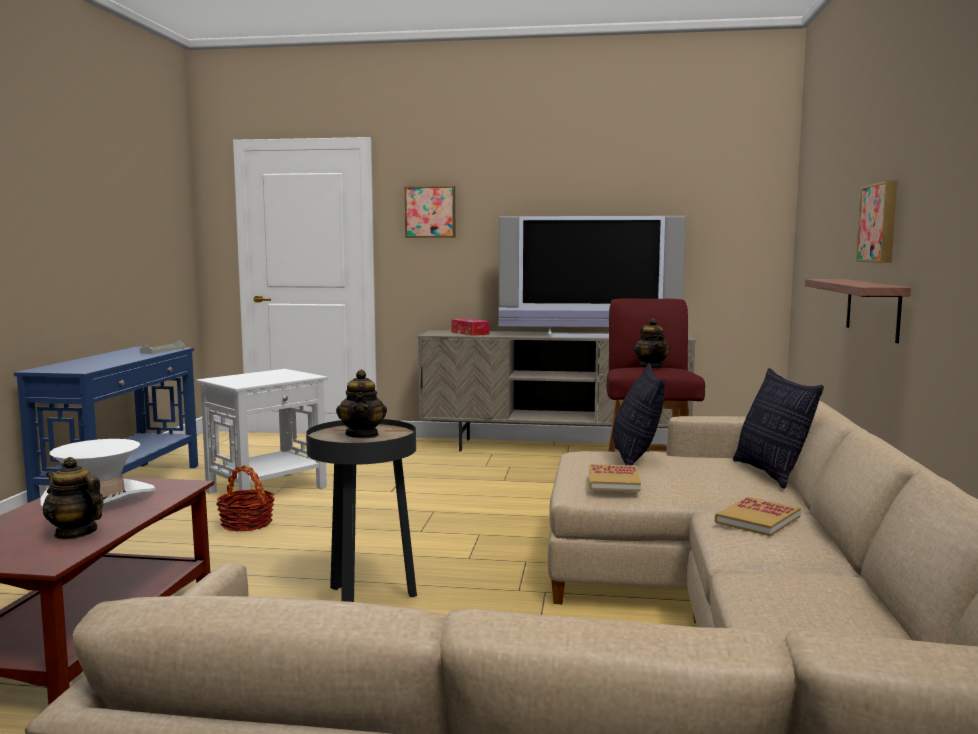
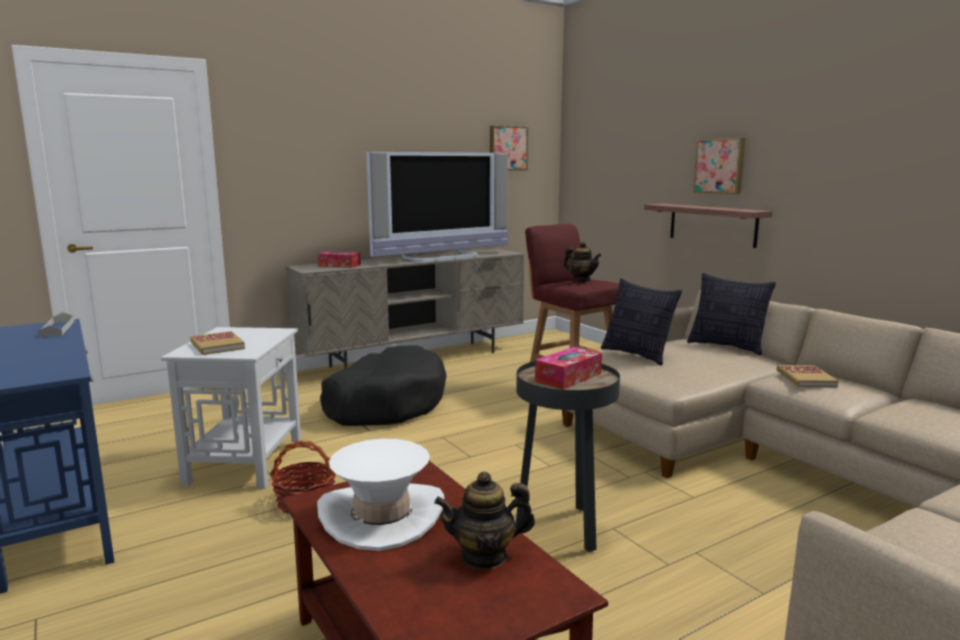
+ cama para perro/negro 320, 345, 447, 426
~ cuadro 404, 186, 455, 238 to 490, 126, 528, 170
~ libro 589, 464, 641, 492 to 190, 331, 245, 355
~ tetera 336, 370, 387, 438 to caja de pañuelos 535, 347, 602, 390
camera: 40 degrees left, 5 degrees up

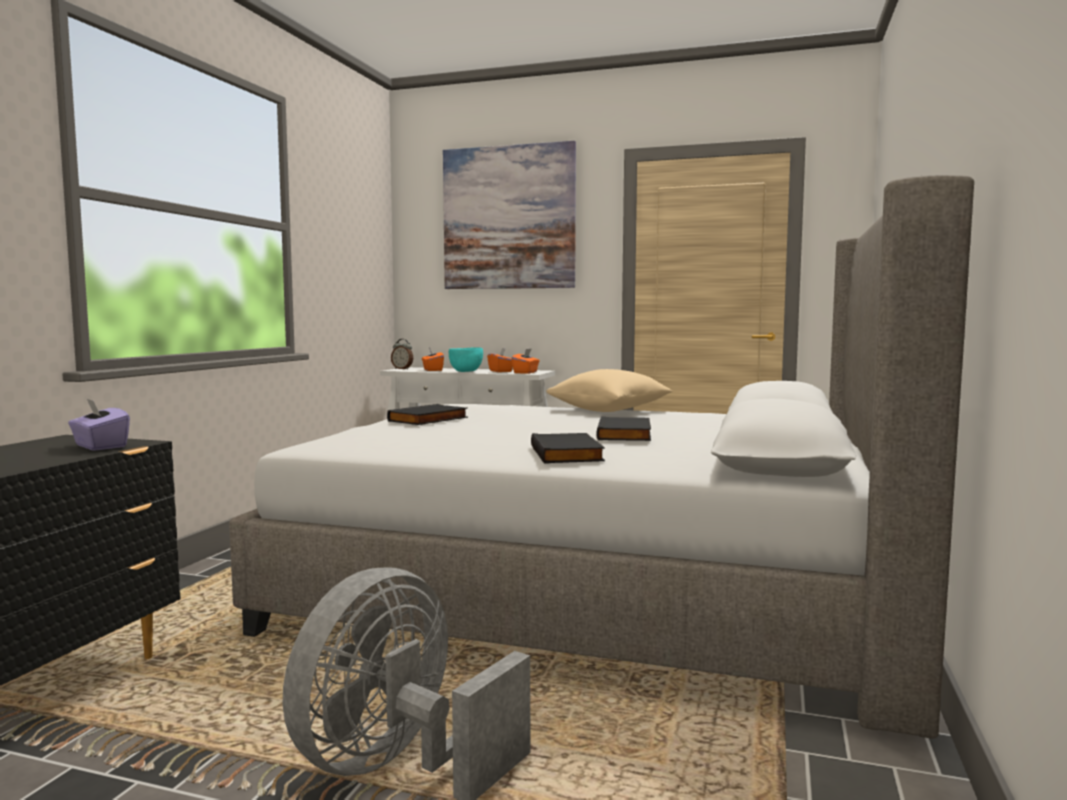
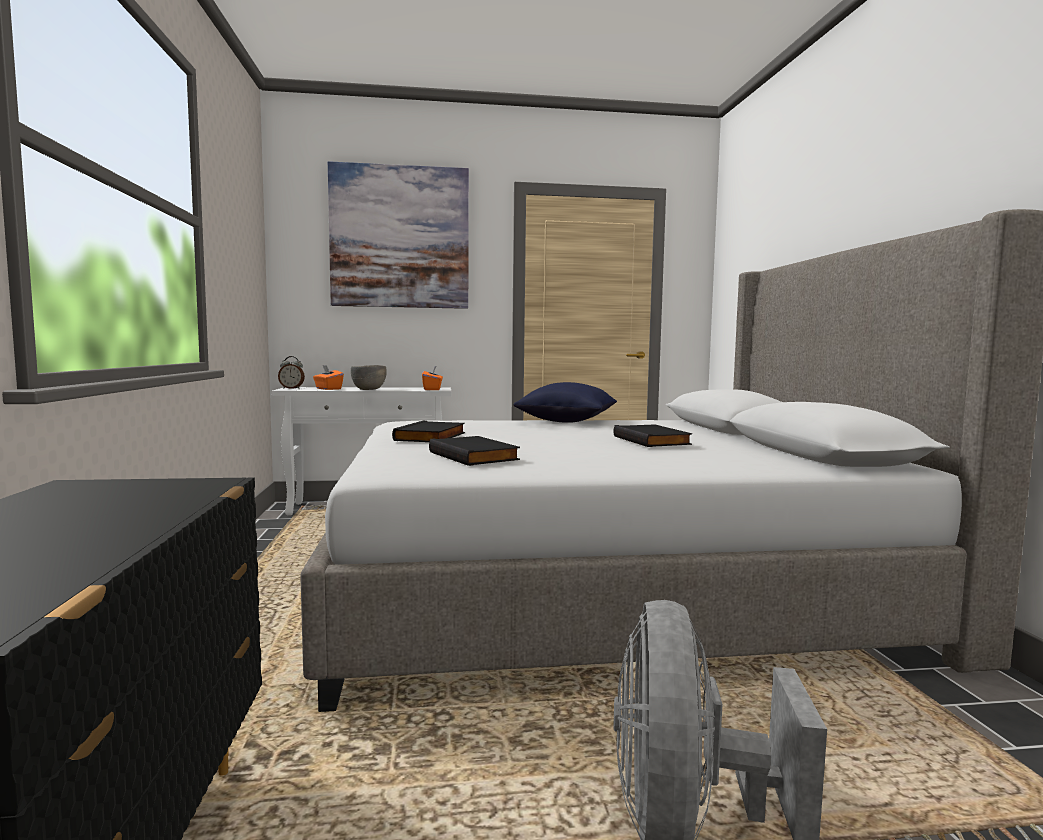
- caja de pañuelos/morado 68, 398, 130, 451
- caja de pañuelos/naranja 487, 348, 513, 372
~ libro/negro 531, 433, 605, 464 to 429, 436, 520, 466
~ cuenco/turquesa 449, 347, 483, 372 to cuenco/gris 351, 365, 387, 390
~ cojín/beis 546, 369, 672, 412 to cojín/azul 514, 382, 617, 423
camera: 25 degrees left, 0 degrees up

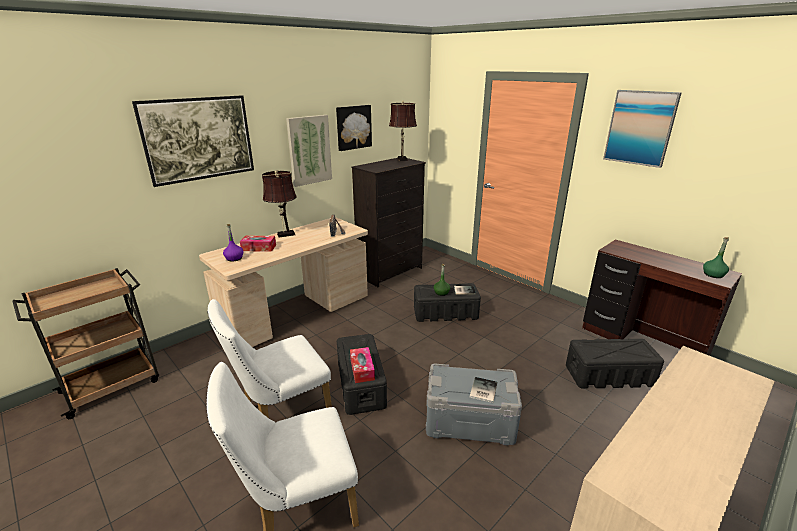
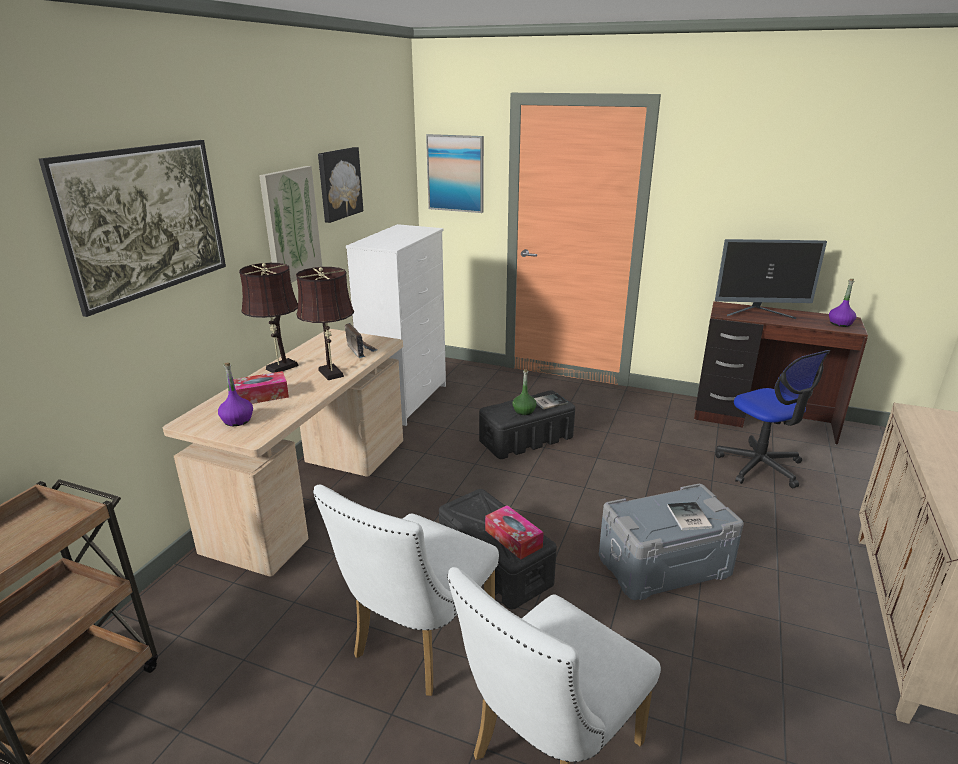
+ monitor 715, 239, 827, 319
~ lámpara de mesa/marrón 389, 101, 417, 161 to 296, 267, 354, 380
~ cuadro 603, 90, 682, 168 to 426, 134, 484, 213
~ caja de almacenaje/negro 566, 339, 664, 389 to silla de oficina 715, 350, 830, 488
~ cómoda/negro 352, 158, 426, 287 to cómoda/blanco 346, 224, 446, 426
~ botella/verde 703, 237, 729, 278 to botella/morado 829, 279, 856, 327
camera: 25 degrees left, 0 degrees up

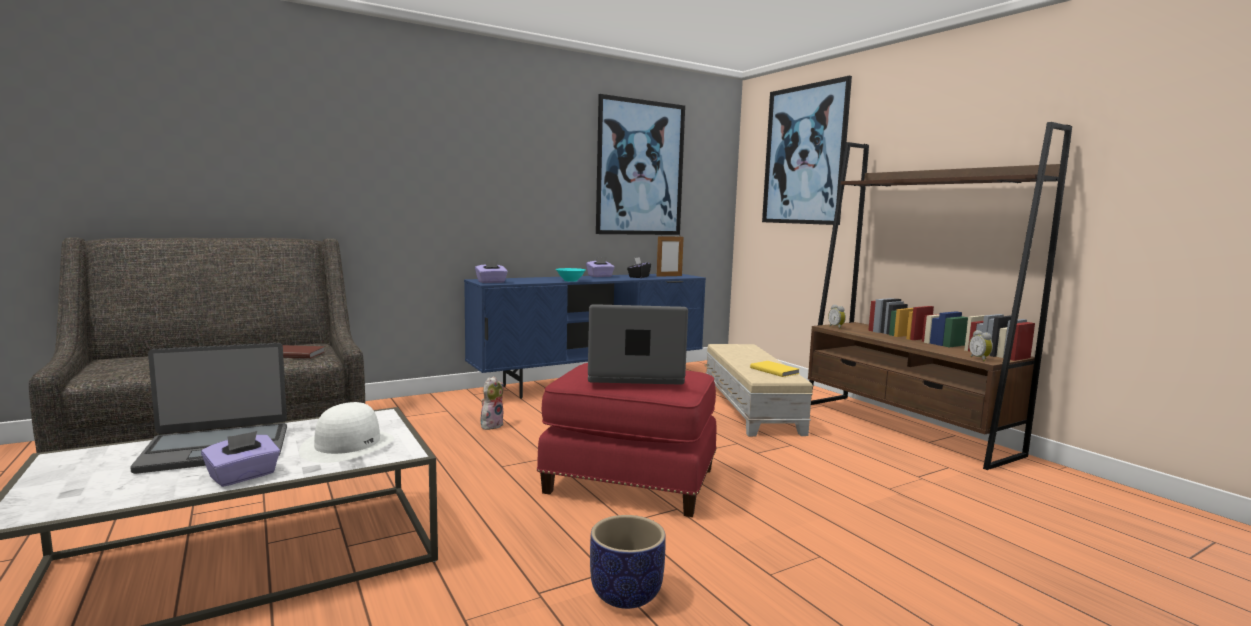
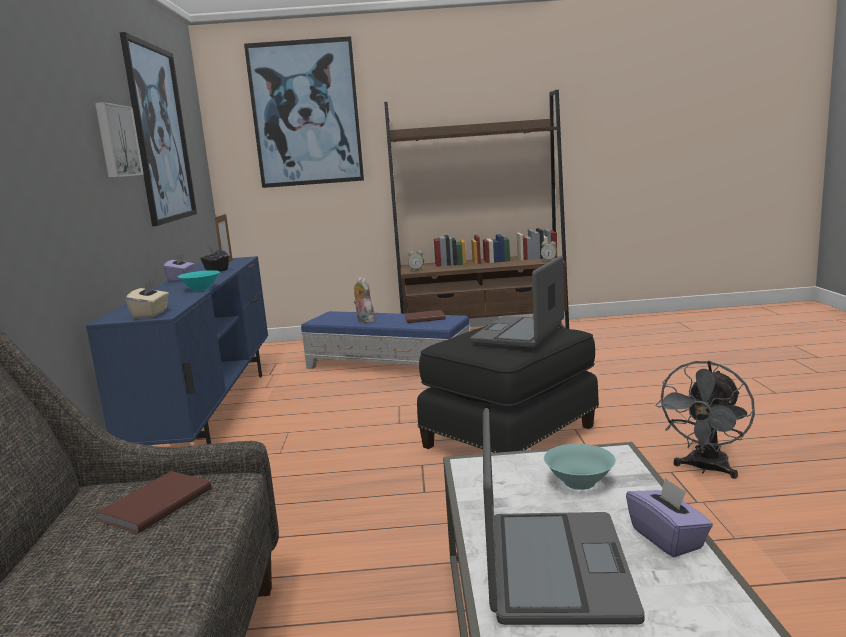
+ cuadro 95, 102, 144, 178
~ peluche 481, 376, 504, 430 to 354, 277, 375, 323
~ sombrero/blanco 299, 402, 394, 463 to cuenco/turquesa 544, 444, 616, 490
~ maceta 590, 515, 666, 609 to ventilador/gris 655, 361, 755, 479
~ caja de pañuelos/morado 475, 260, 508, 283 to caja de pañuelos/beis 126, 280, 169, 319
~ puf/rojo 536, 363, 716, 517 to puf/negro 417, 325, 599, 453
~ puf/beis 705, 344, 813, 437 to puf/azul 301, 311, 470, 369
~ libro/amarillo 750, 361, 800, 377 to libro/marrón 405, 310, 446, 323
camera: 60 degrees left, 5 degrees up

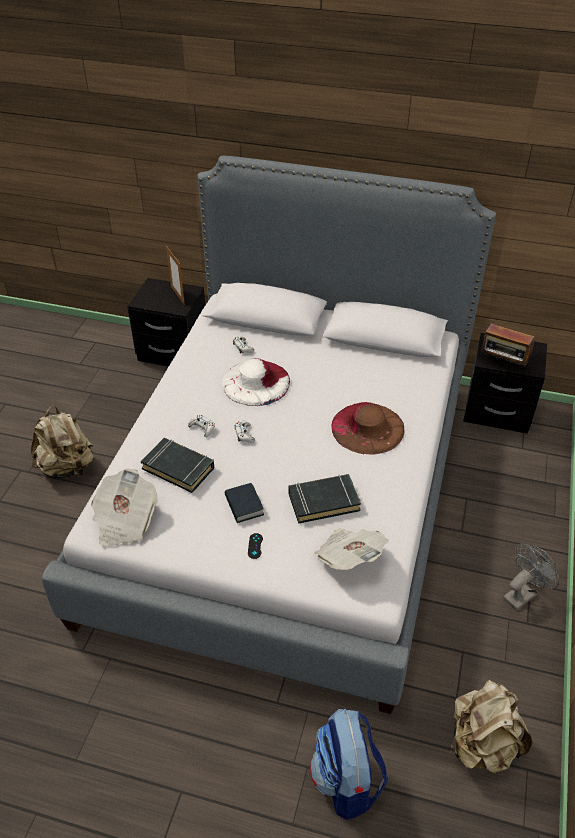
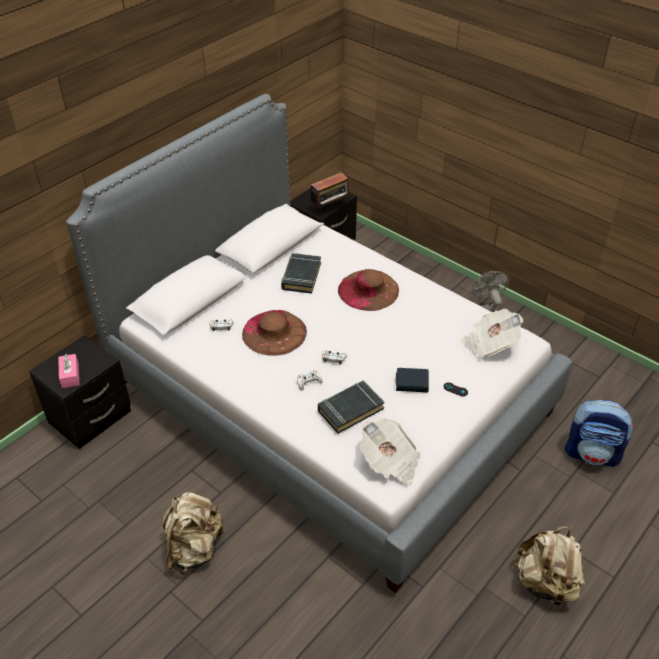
- portarretratos 166, 246, 185, 305
+ caja de pañuelos/rosa 58, 354, 80, 388
~ libro/negro 288, 474, 361, 524 to 281, 253, 321, 294
~ mochila/beis 451, 680, 532, 774 to 513, 526, 585, 607
~ sombrero/blanco 222, 358, 290, 406 to sombrero/marrón 242, 310, 307, 356
camera: 65 degrees left, 0 degrees up

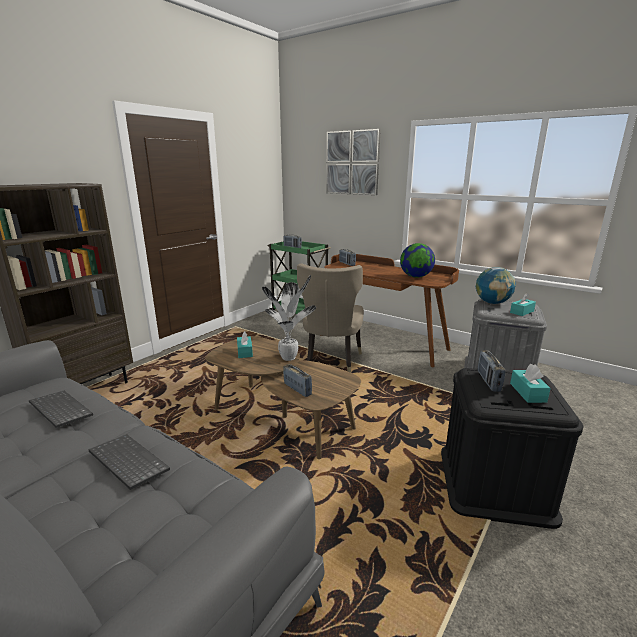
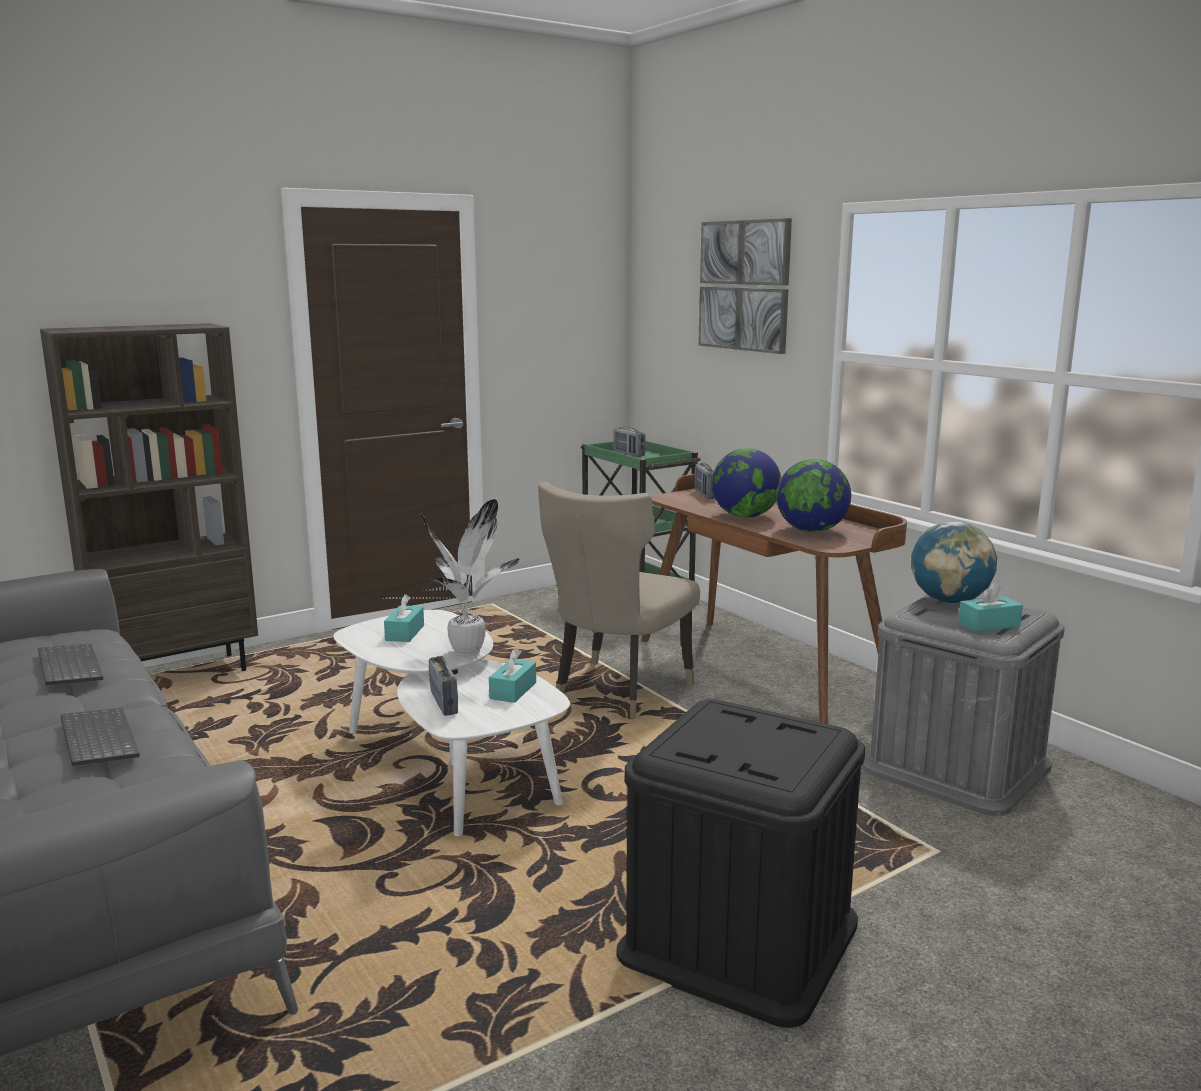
- radio 478, 350, 506, 392
+ globo terráqueo 712, 448, 781, 518
~ caja de pañuelos/turquesa 510, 364, 551, 403 to 489, 649, 536, 703
~ mesa de centro/marrón 205, 336, 361, 459 to mesa de centro/blanco 334, 610, 570, 836
camera: 20 degrees right, 5 degrees down

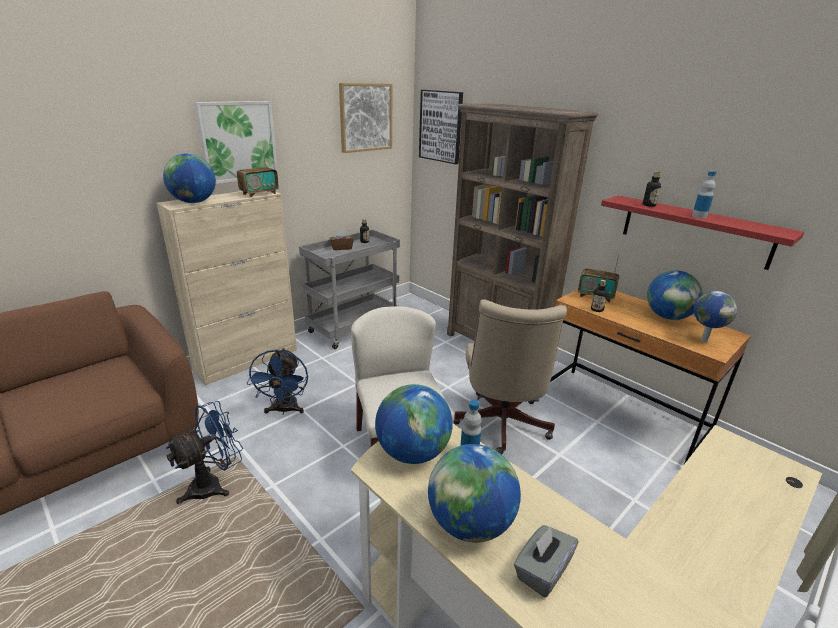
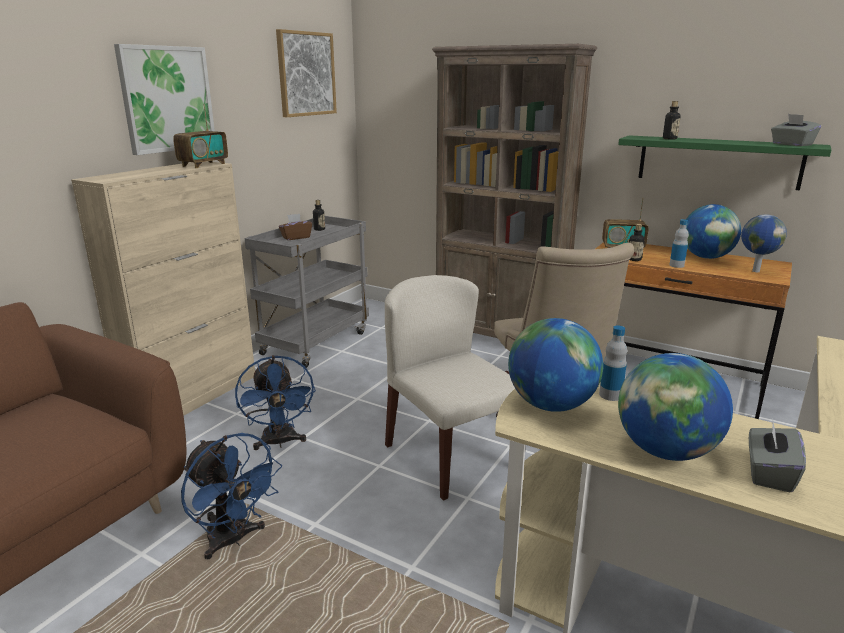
- globo terráqueo 163, 154, 216, 203
- cuadro 419, 90, 463, 164
+ caja de pañuelos/gris 771, 114, 821, 146
~ botella 692, 171, 716, 219 to 669, 219, 689, 268
~ estante/rojo 601, 195, 804, 270 to estante/verde 618, 135, 832, 190
~ ventilador/azul 166, 401, 243, 504 = 181, 433, 282, 559 105 degrees clockwise
camera: 15 degrees left, 5 degrees down

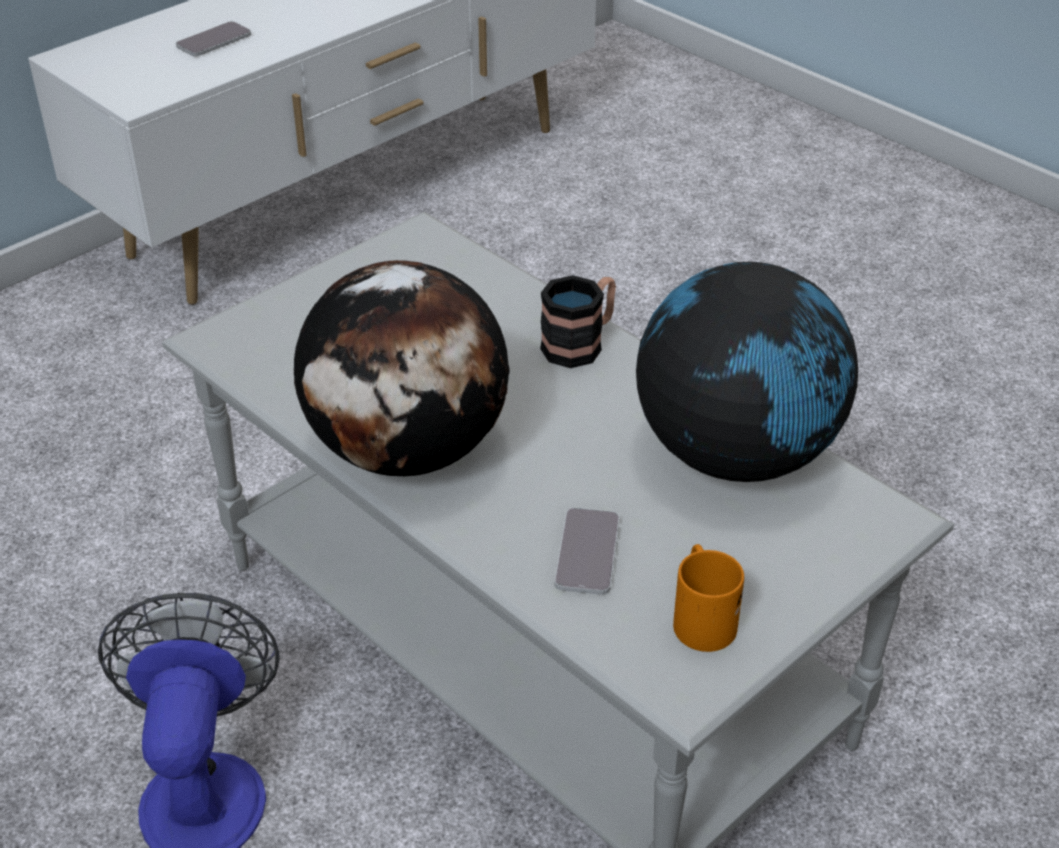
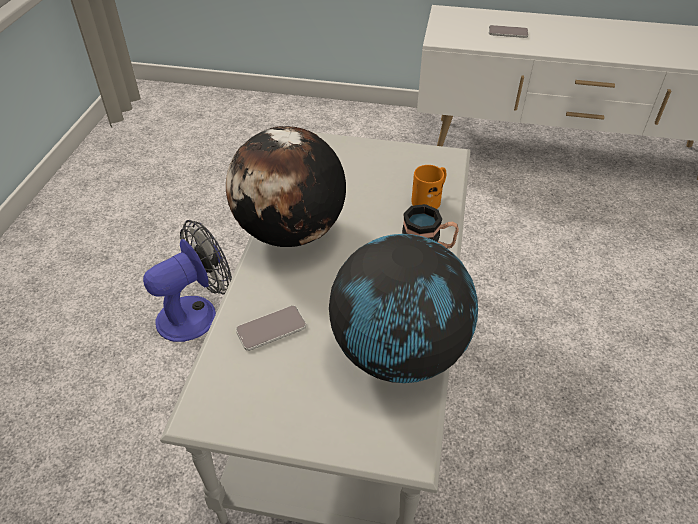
~ taza grande/naranja 673, 544, 744, 652 to 411, 165, 446, 209
camera: 55 degrees right, 5 degrees up

